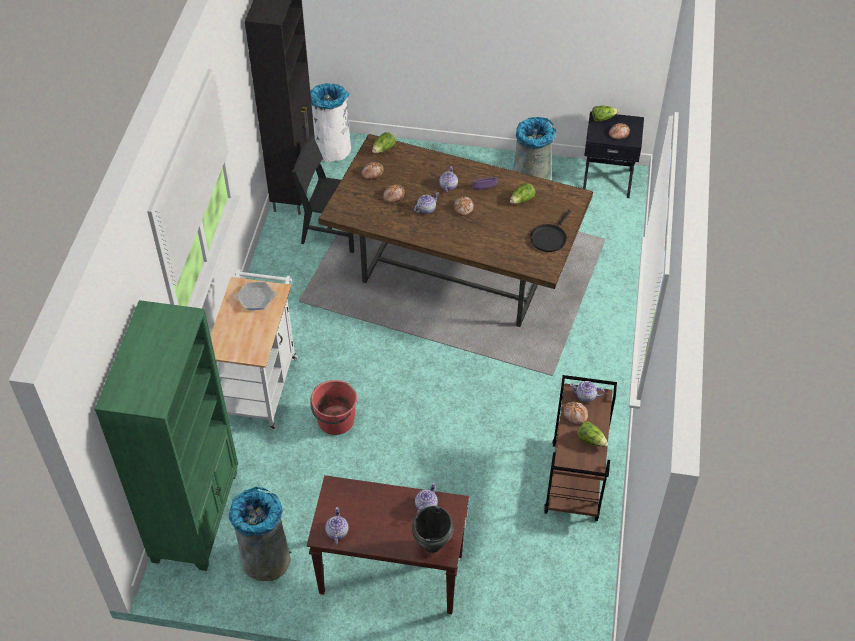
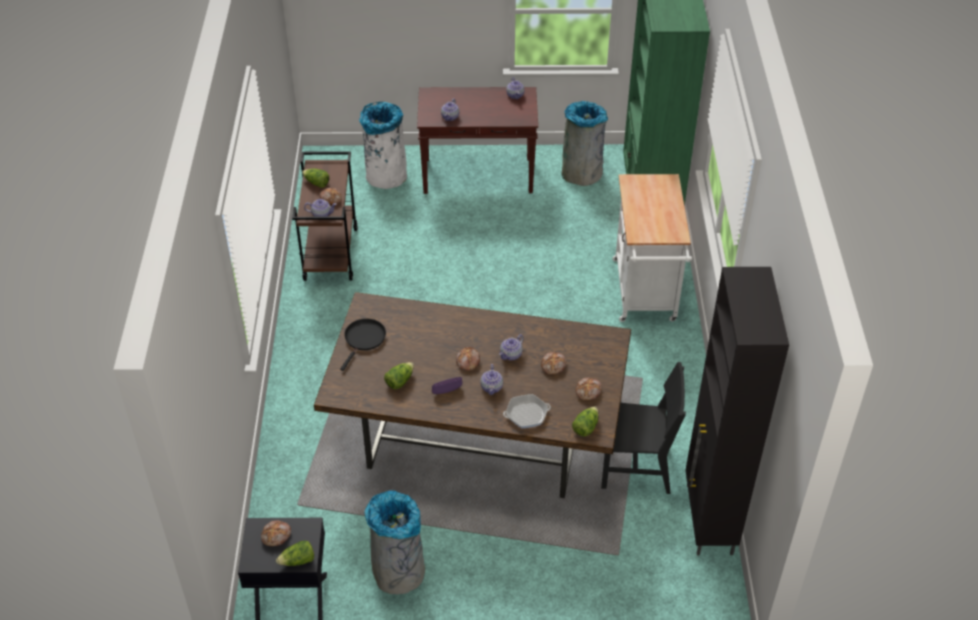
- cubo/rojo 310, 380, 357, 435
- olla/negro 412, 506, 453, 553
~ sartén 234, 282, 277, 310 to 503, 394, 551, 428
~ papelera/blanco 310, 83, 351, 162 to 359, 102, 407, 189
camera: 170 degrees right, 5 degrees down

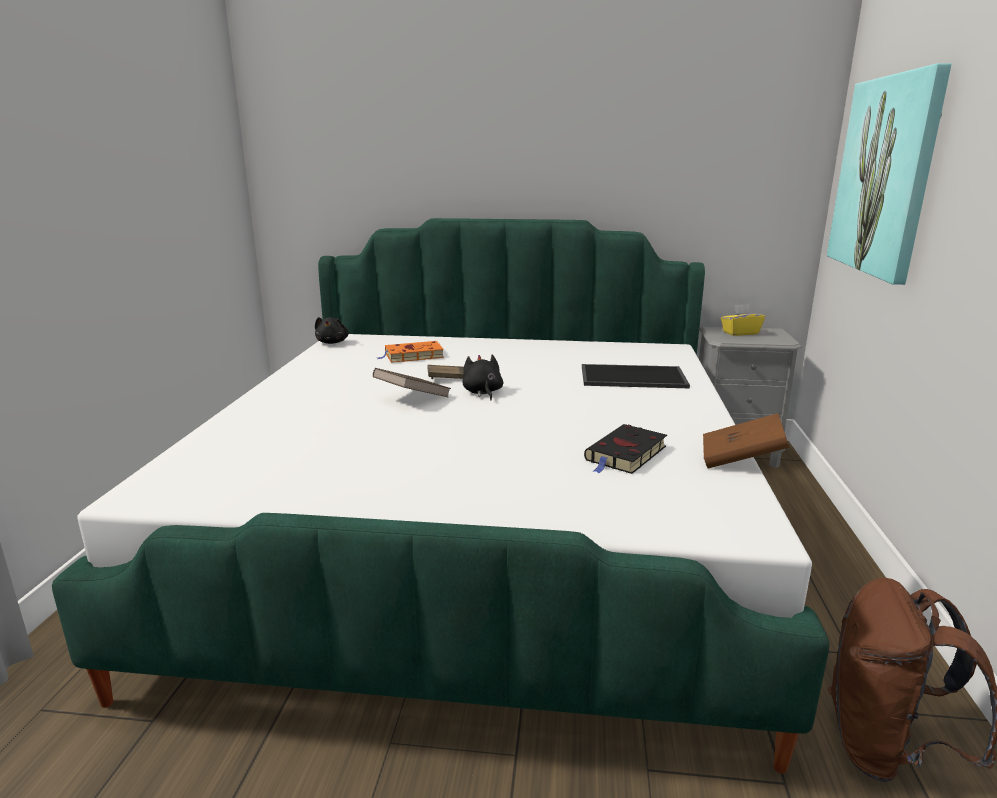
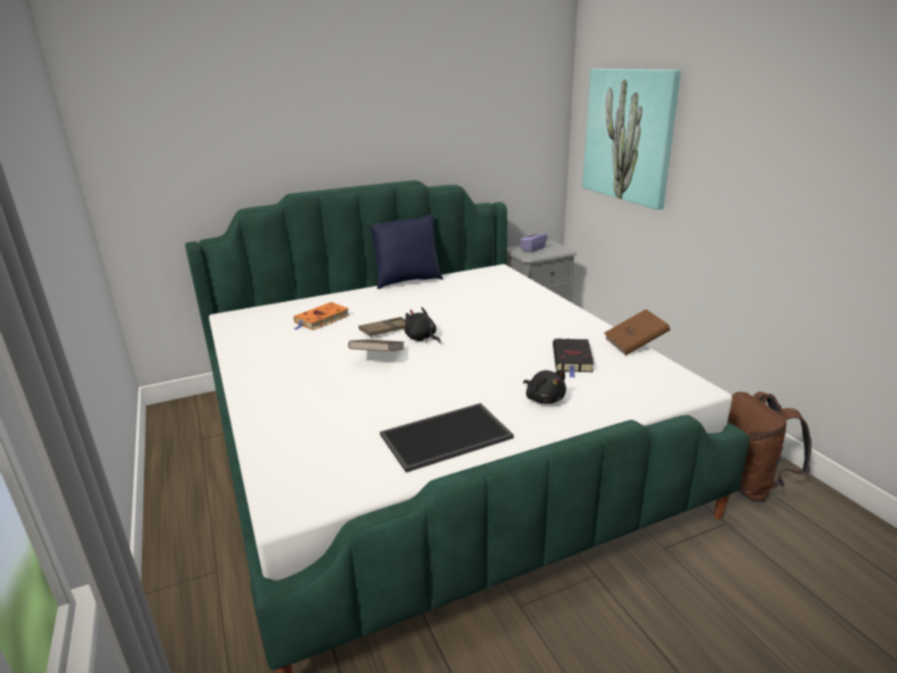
+ cojín/azul 370, 214, 443, 289
~ peluche/negro 315, 317, 349, 344 to 523, 370, 566, 404
~ bandeja 582, 364, 690, 388 to 380, 403, 514, 473
~ caja de pañuelos/amarillo 721, 304, 765, 336 to caja de pañuelos/morado 519, 228, 548, 252
camera: 30 degrees left, 5 degrees up

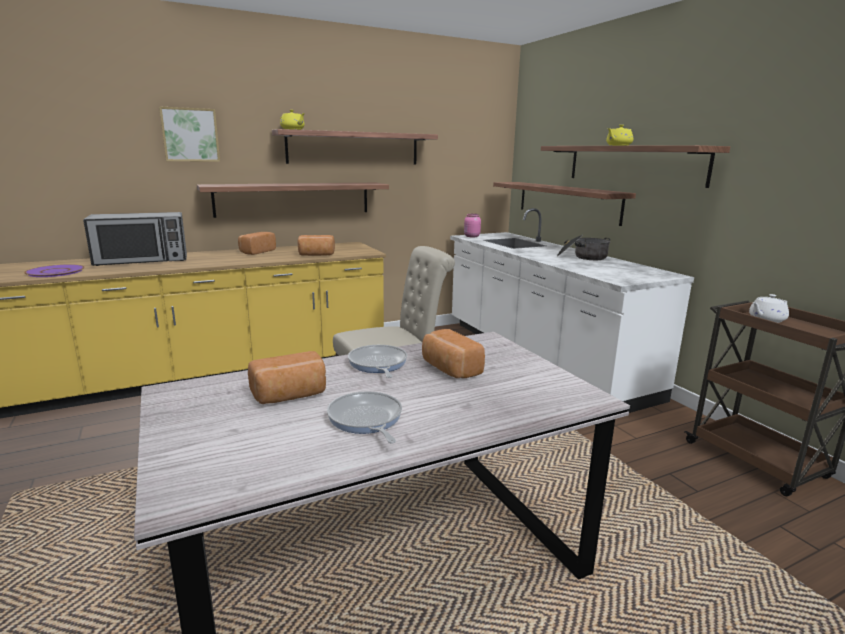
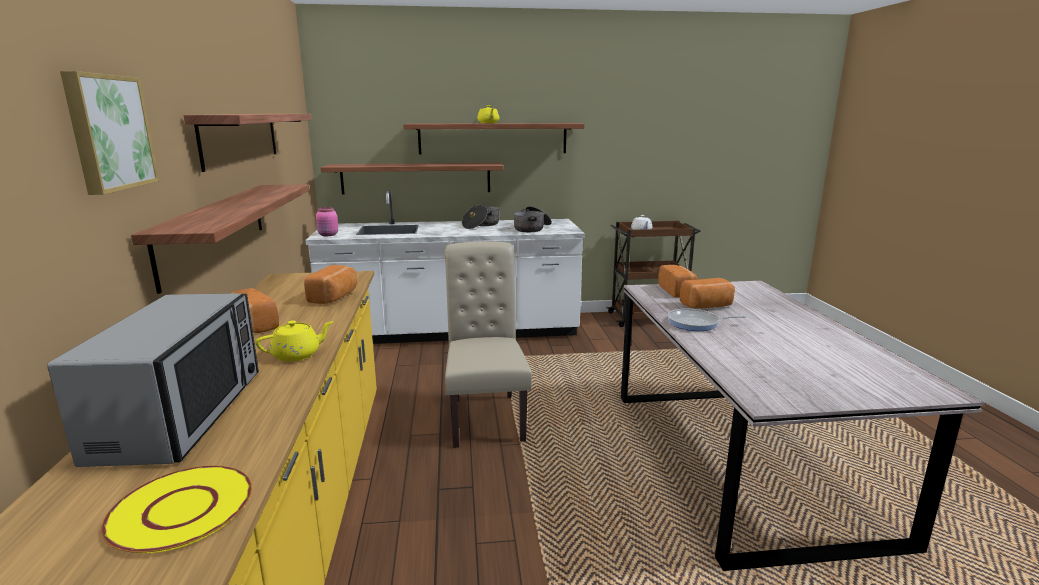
- sartén 327, 391, 402, 443
+ olla 513, 206, 552, 232
~ pan 248, 351, 326, 404 to 658, 265, 698, 297
~ tetera/amarillo 280, 110, 305, 130 to 256, 320, 333, 362
~ plato/morado 24, 264, 85, 277 to plato/amarillo 101, 466, 252, 553
camera: 70 degrees left, 0 degrees up

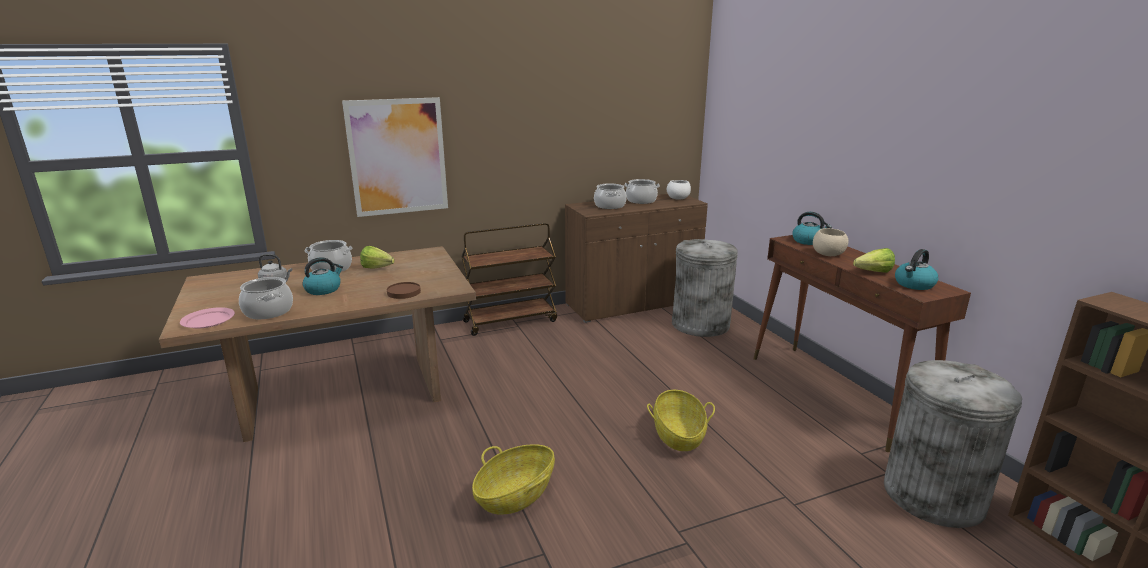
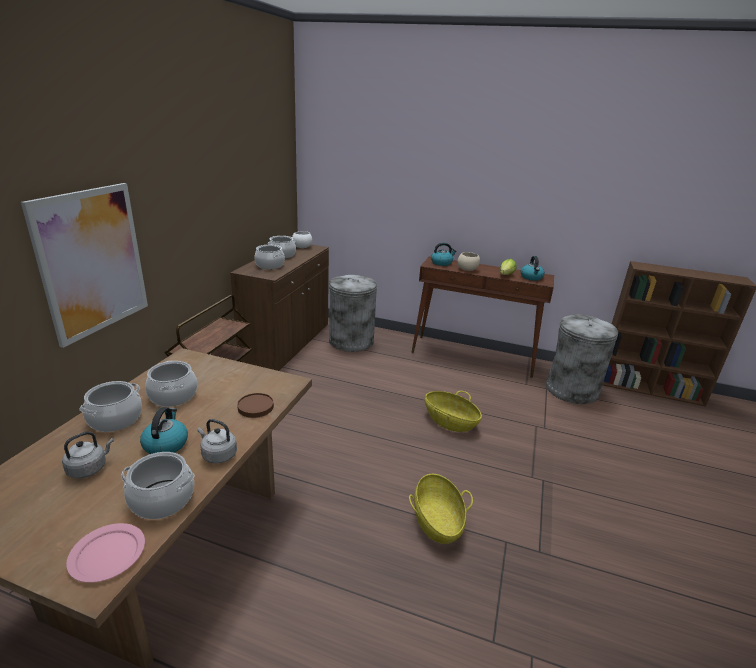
+ hervidor/gris 197, 419, 237, 463
~ lechuga 360, 246, 395, 269 to olla 145, 361, 197, 407
camera: 50 degrees left, 5 degrees up

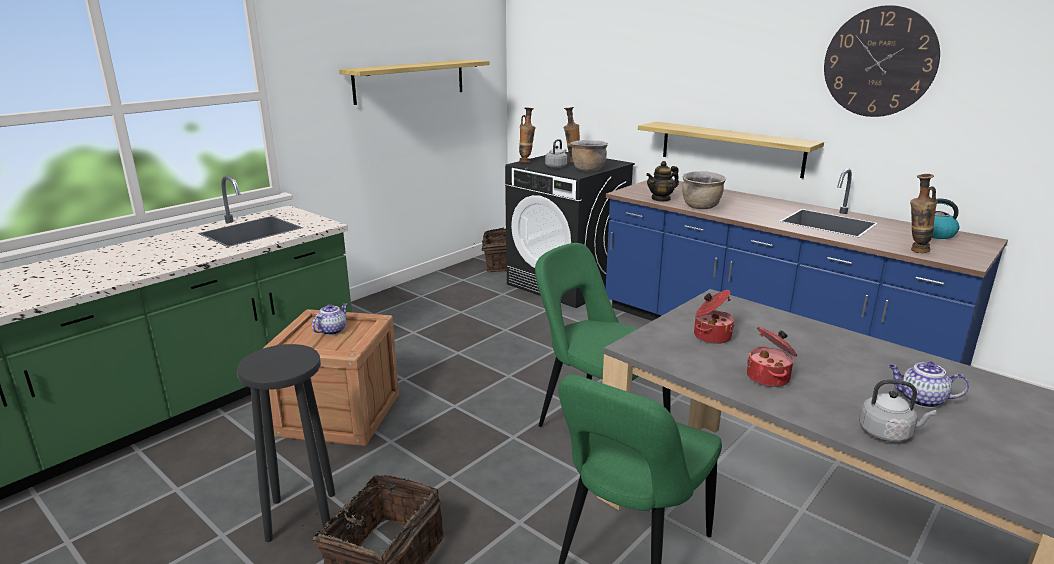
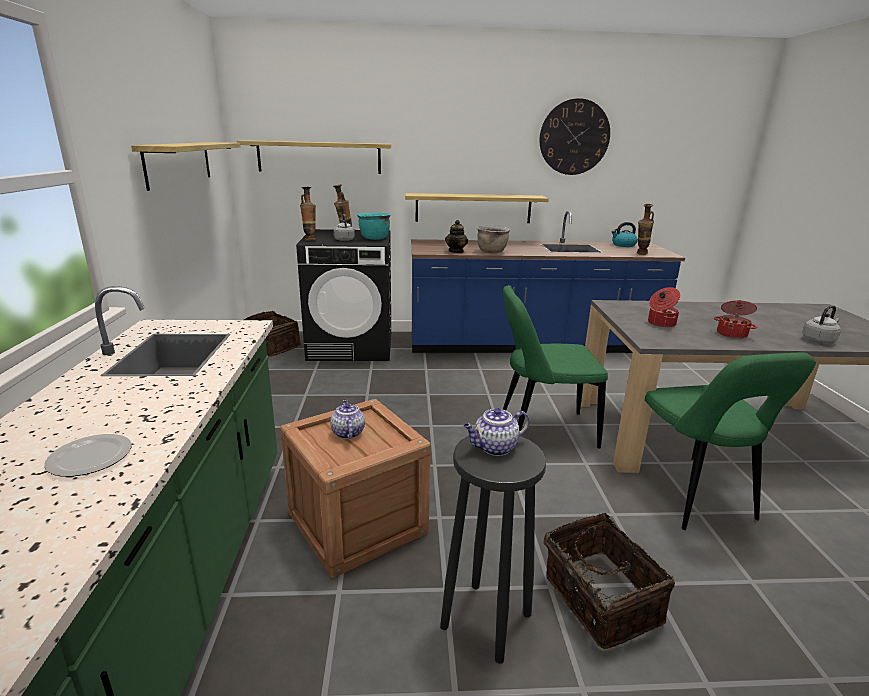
+ plato 44, 434, 132, 477
+ estante 237, 140, 391, 174
~ tetera 889, 361, 969, 408 to 463, 408, 529, 456
~ olla/marrón 570, 140, 608, 172 to olla/turquesa 357, 212, 391, 240
camera: 45 degrees left, 0 degrees up

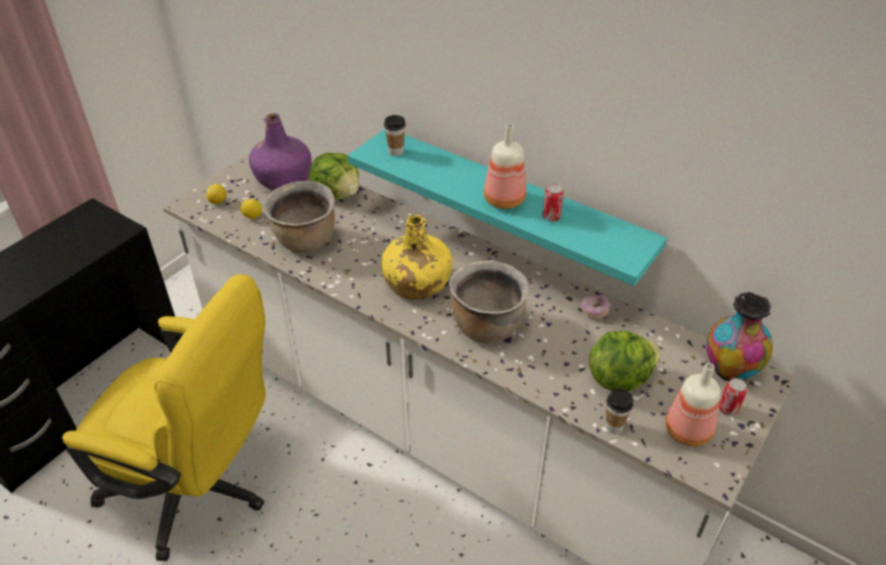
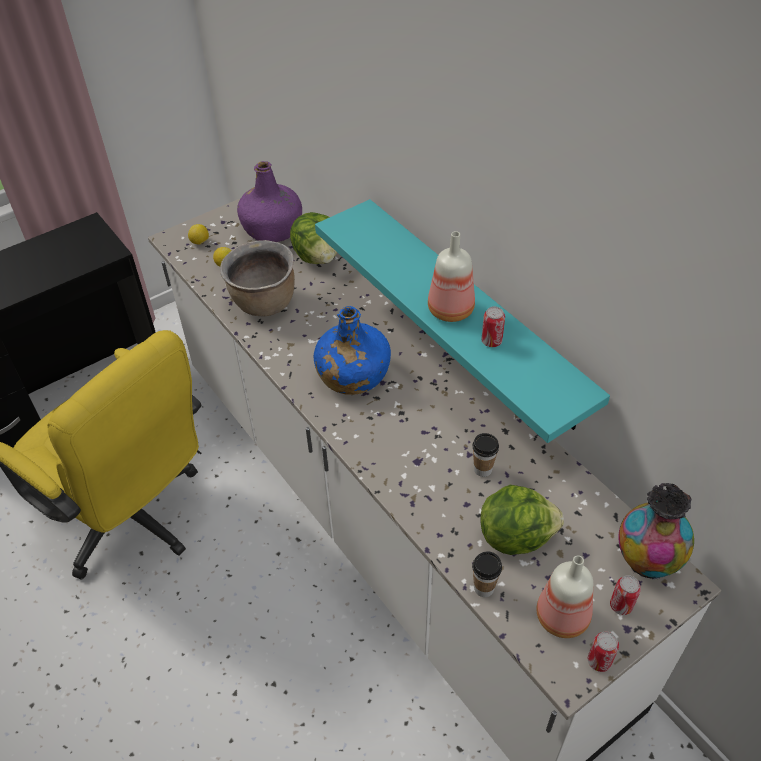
- olla/marrón 449, 260, 530, 343
- rosquilla 581, 294, 611, 319
+ lata 588, 632, 619, 672
~ taza 384, 115, 406, 156 to 472, 433, 499, 477
~ botella/amarillo 381, 215, 452, 300 to botella/azul 314, 306, 391, 395
camera: 20 degrees right, 5 degrees up

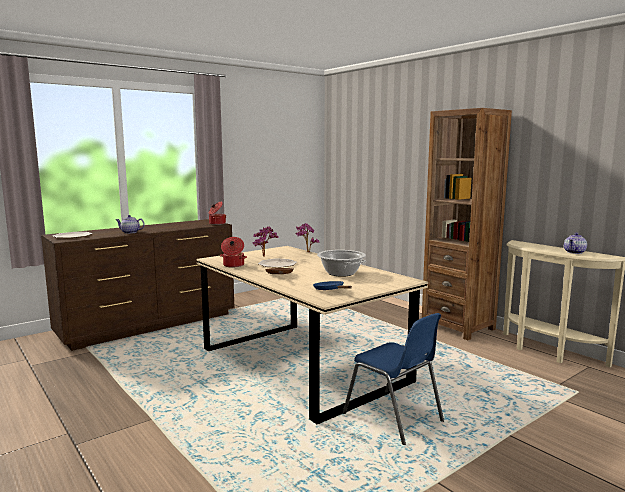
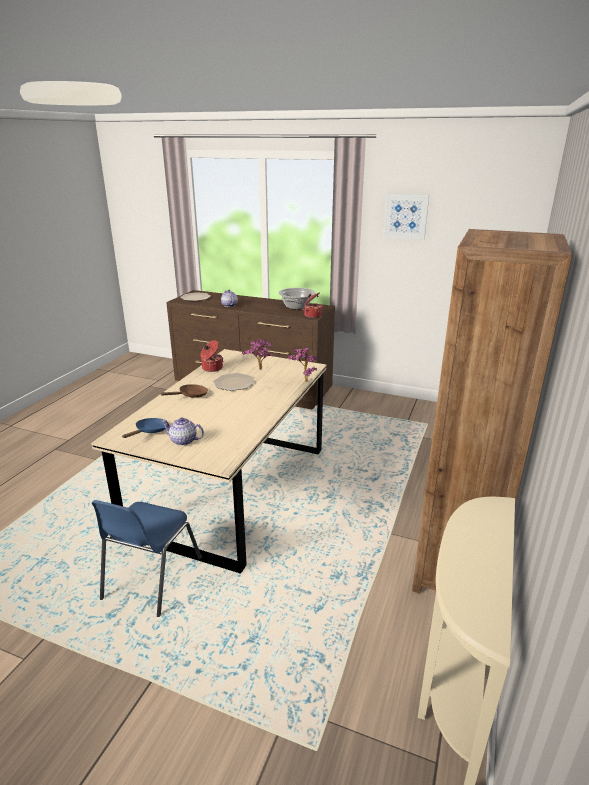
+ cuadro 383, 193, 429, 239
~ olla 317, 250, 366, 277 to 279, 288, 315, 309
~ tetera 564, 233, 587, 254 to 161, 417, 204, 446
camera: 60 degrees right, 15 degrees up

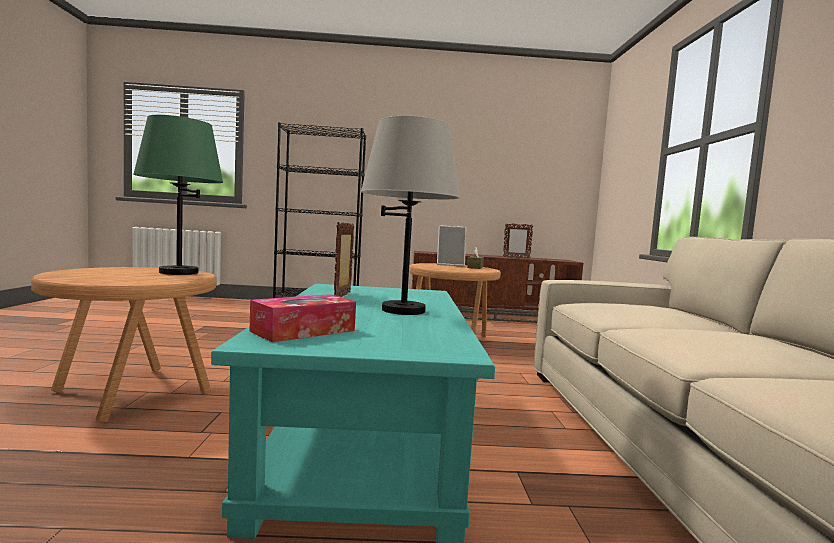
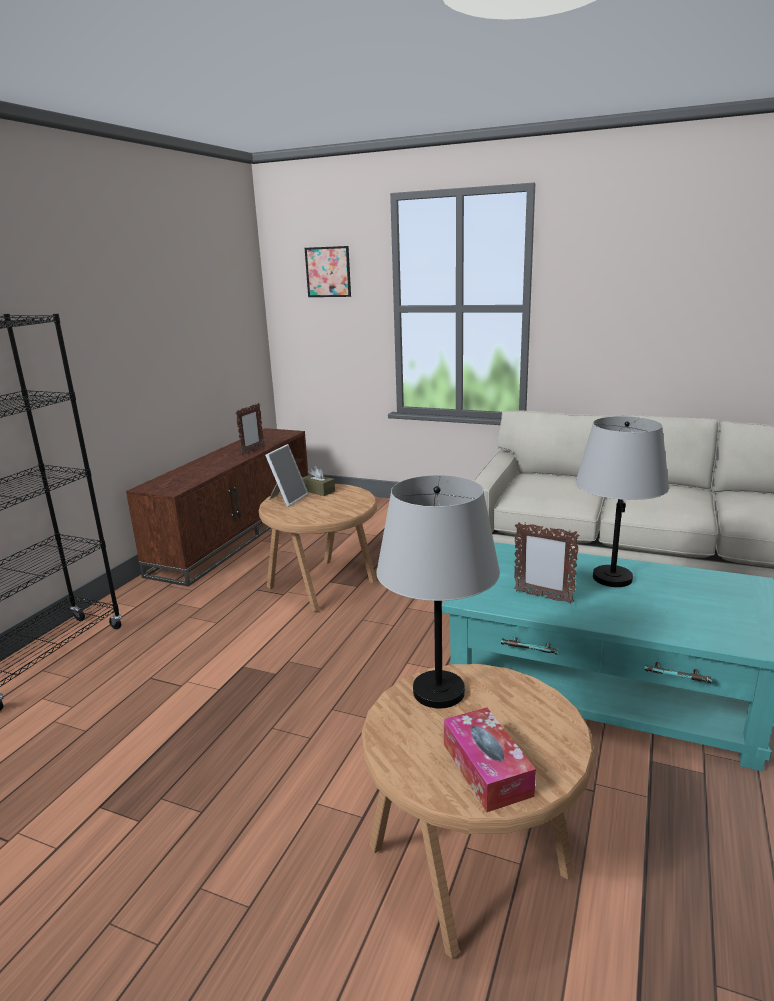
+ cuadro 305, 246, 351, 297
~ caja de pañuelos 249, 294, 356, 342 to 444, 707, 536, 812
~ lámpara de mesa/verde 133, 115, 223, 275 to lámpara de mesa/gris 376, 475, 500, 708
camera: 65 degrees left, 15 degrees up

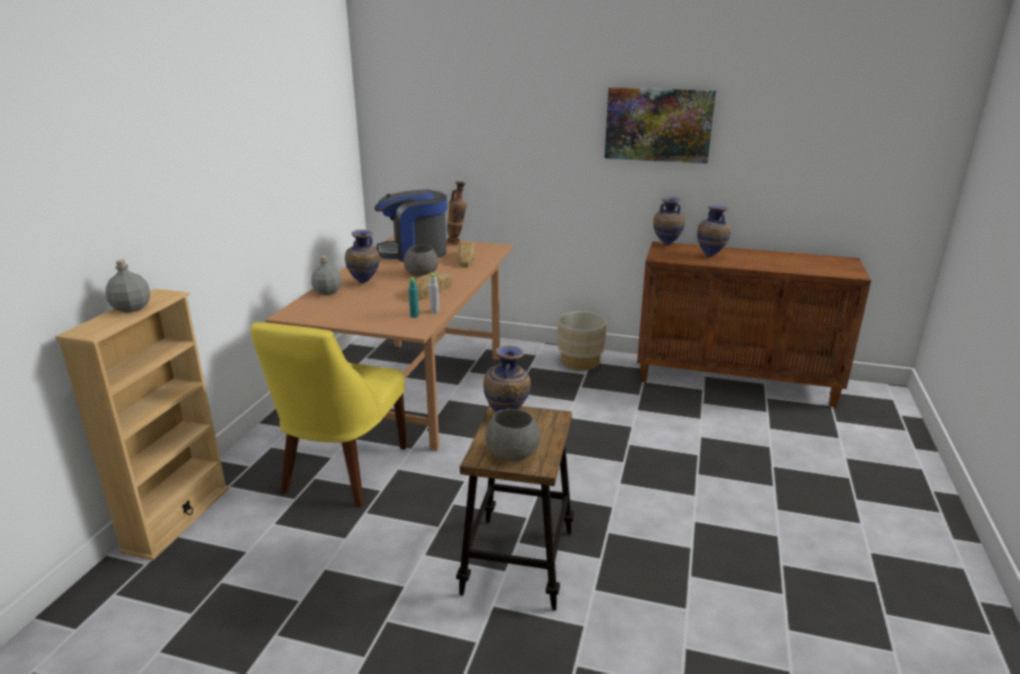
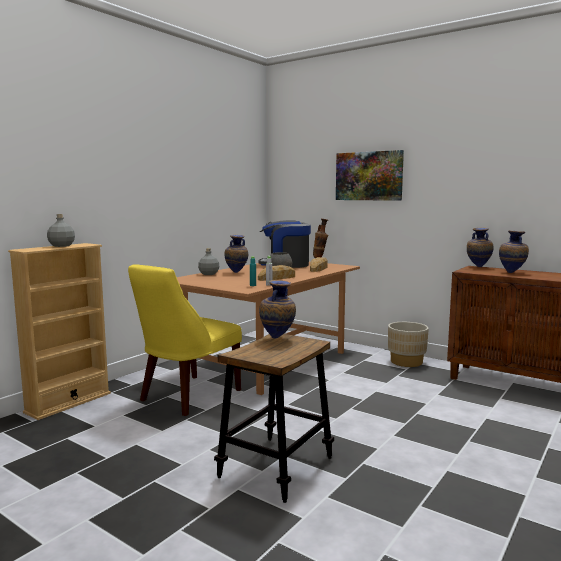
- cuenco/gris 485, 409, 541, 461
~ cuadro 605, 87, 716, 164 to 336, 150, 404, 201
camera: 20 degrees right, 15 degrees down

